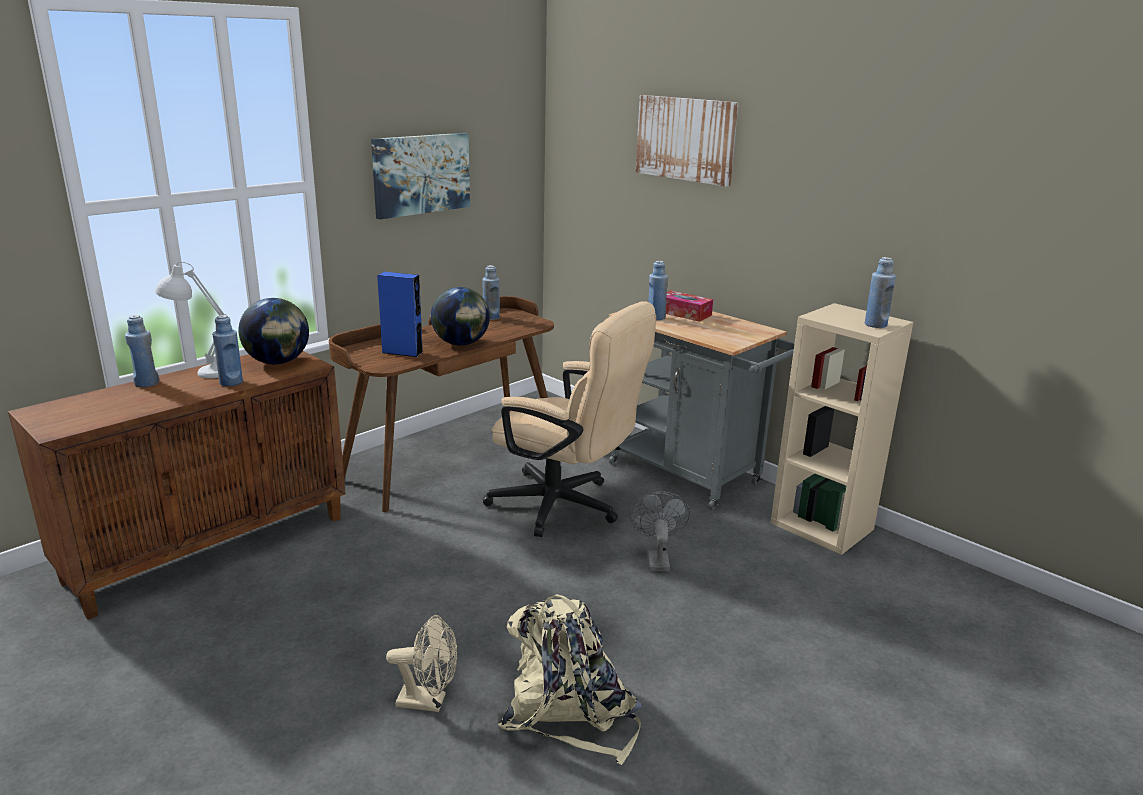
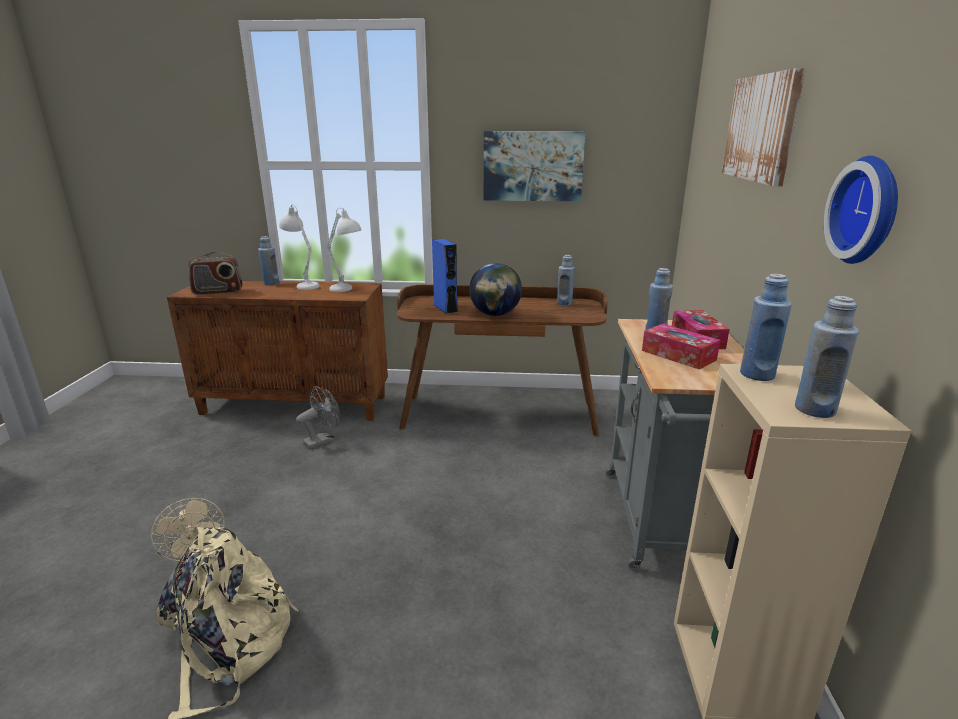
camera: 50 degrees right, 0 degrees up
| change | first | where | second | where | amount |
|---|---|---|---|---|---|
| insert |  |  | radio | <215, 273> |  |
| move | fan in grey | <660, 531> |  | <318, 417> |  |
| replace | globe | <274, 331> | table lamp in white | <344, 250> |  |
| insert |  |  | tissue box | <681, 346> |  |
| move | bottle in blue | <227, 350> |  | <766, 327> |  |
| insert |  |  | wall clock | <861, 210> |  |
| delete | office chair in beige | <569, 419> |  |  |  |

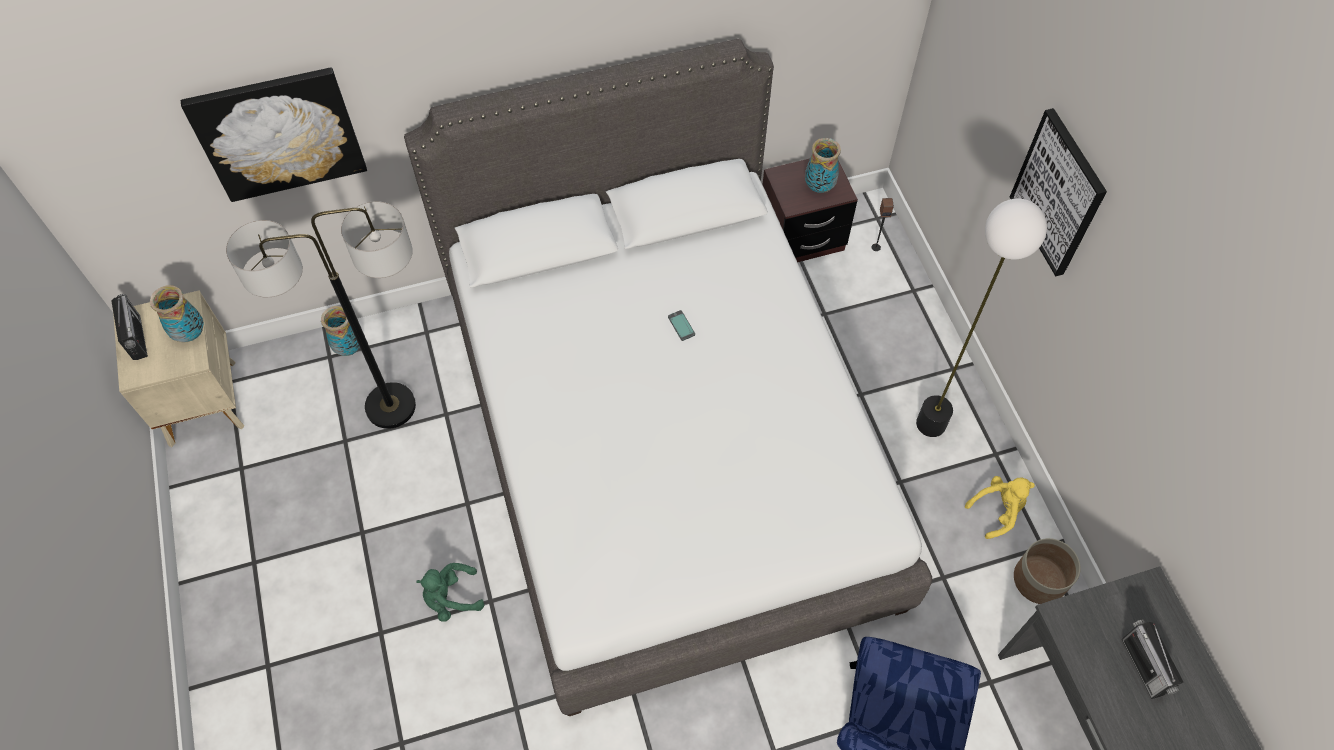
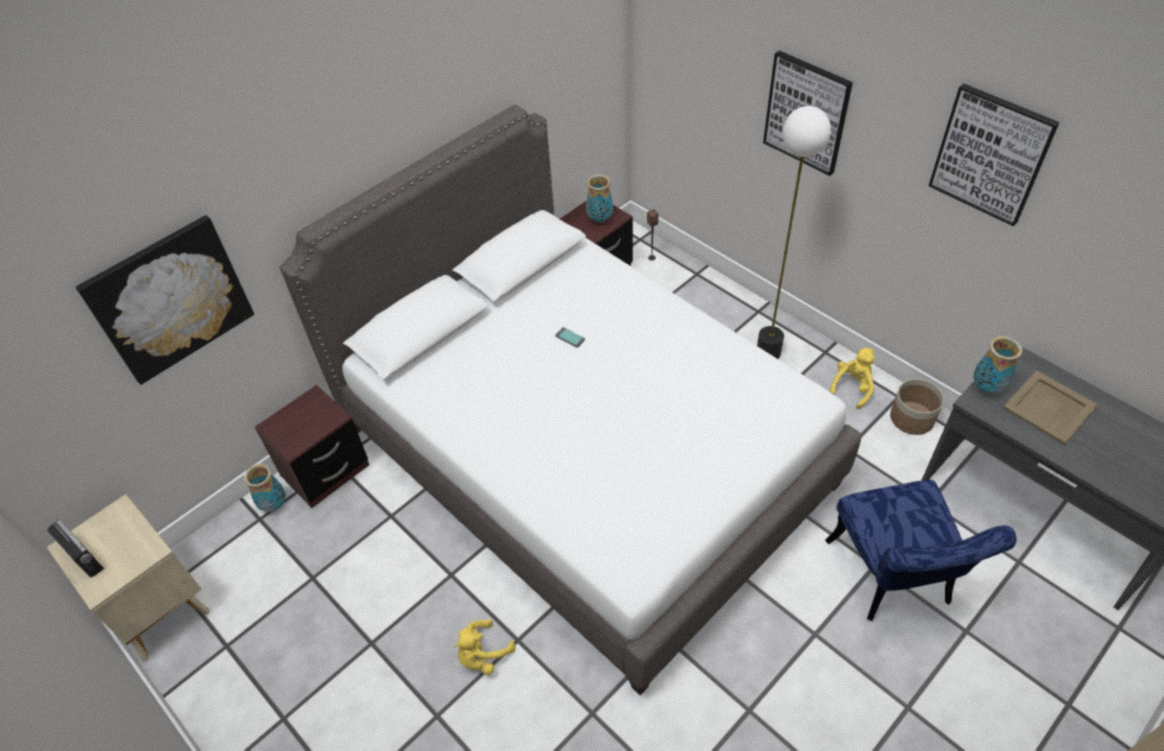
camera: 25 degrees left, 10 degrees down
| change | first | where | second | where | amount |
|---|---|---|---|---|---|
| insert |  |  | nightstand in brown | <312, 446> |  |
| recolor | plush toy in green | <450, 592> | plush toy in yellow | <485, 647> |  |
| insert |  |  | picture | <994, 155> |  |
| move | vase | <177, 314> |  | <998, 365> |  |
| replace | radio | <1152, 659> | tray in beige | <1050, 407> |  |
| delete | floor lamp | <321, 315> |  |  |  |

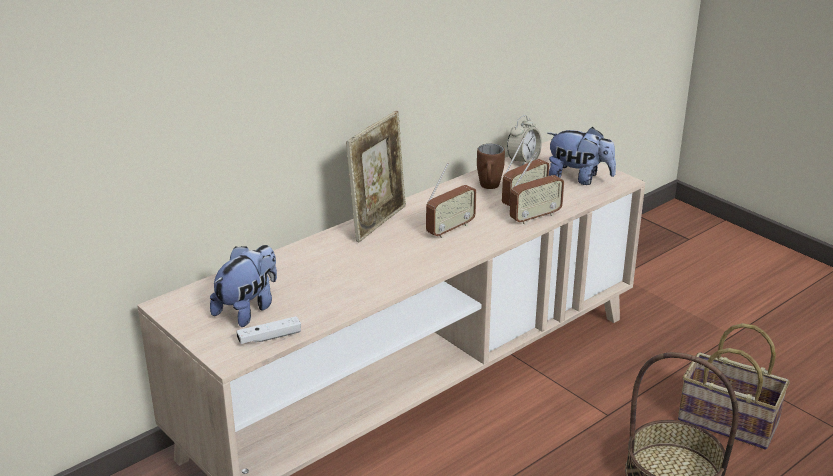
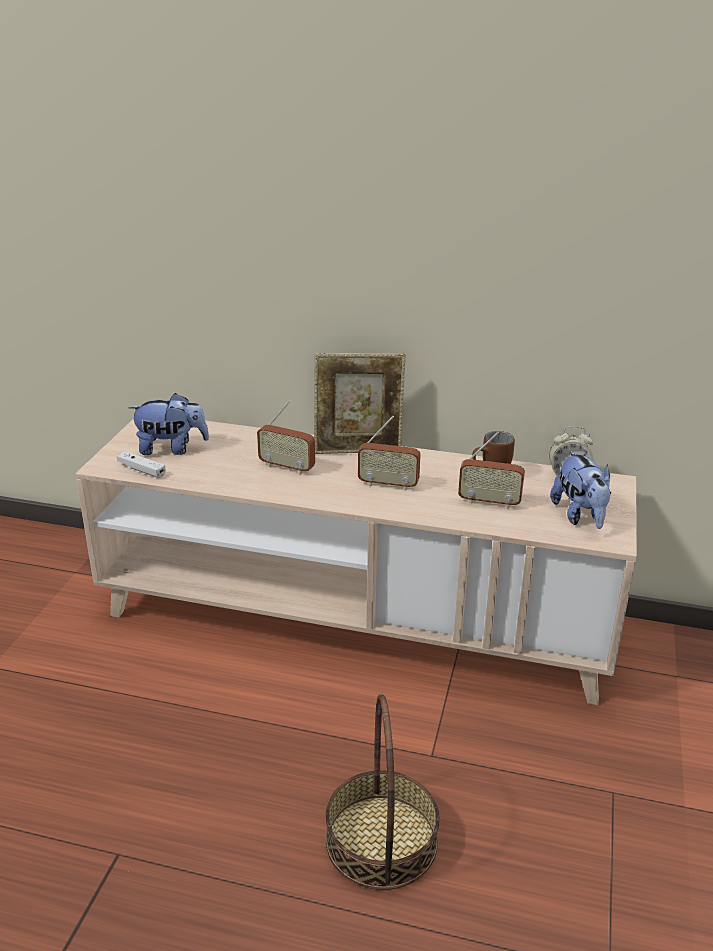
camera: 55 degrees right, 0 degrees up
| change | first | where | second | where | amount |
|---|---|---|---|---|---|
| move | radio | <537, 188> |  | <286, 437> |  |
| delete | basket | <734, 386> |  |  |  |

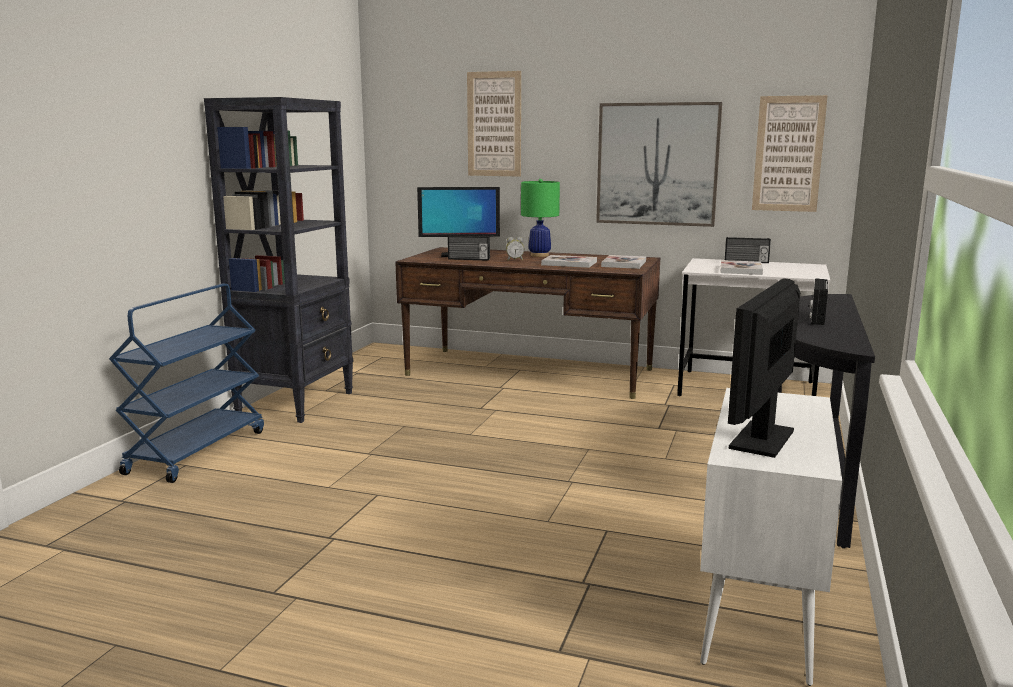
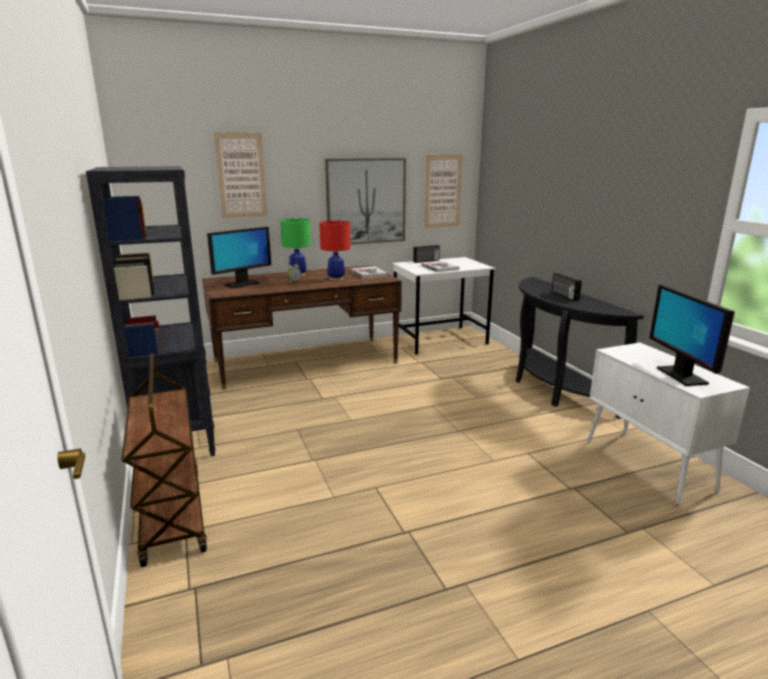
camera: 40 degrees left, 5 degrees up
| change | first | where | second | where | amount |
|---|---|---|---|---|---|
| recolor | cart in blue | <186, 383> | cart in brown | <164, 460> |  |
| replace | book | <569, 261> | table lamp in red | <335, 250> |  |
| delete | radio | <469, 248> |  |  |  |

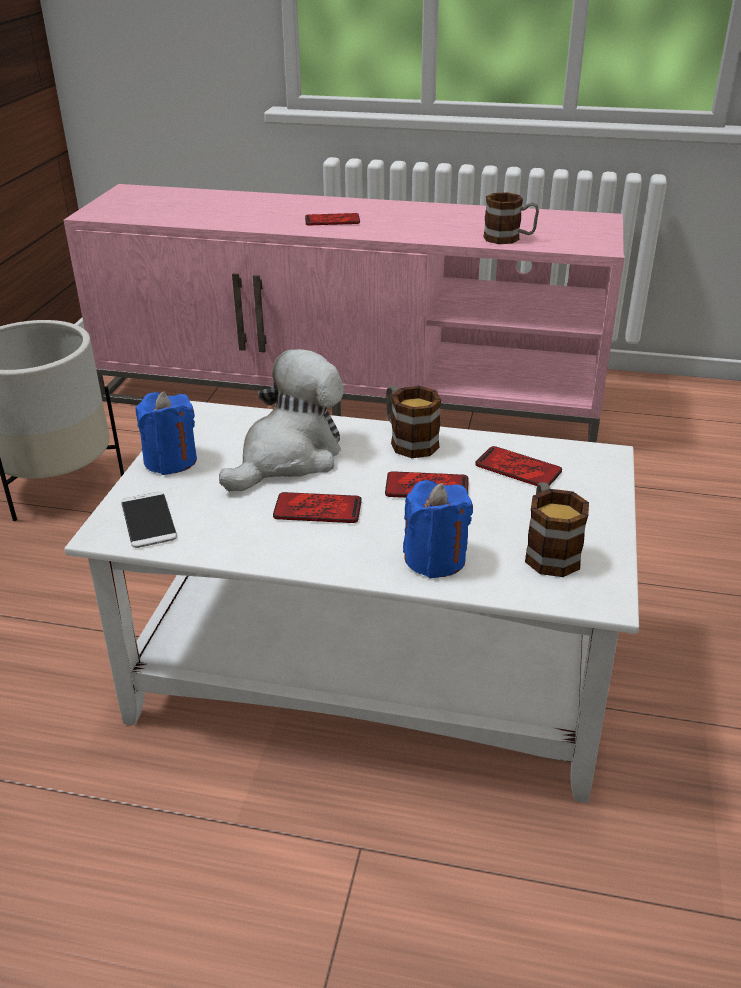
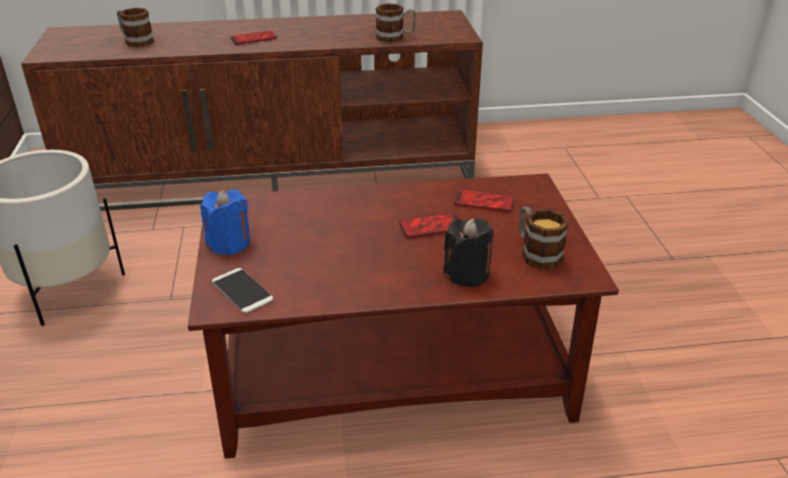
camera: 20 degrees left, 0 degrees up
| change | first | where | second | where | amount |
|---|---|---|---|---|---|
| recolor | tv stand in pink | <343, 313> | tv stand in brown | <252, 110> |  |
| move | mug | <413, 422> |  | <135, 28> |  |
| recolor | coffee table in white | <351, 602> | coffee table in brown | <403, 316> |  |
| recolor | candle in blue | <438, 529> | candle in black | <468, 253> |  |
| delete | plush toy | <281, 420> |  |  |  |
| delete | phone | <317, 507> |  |  |  |

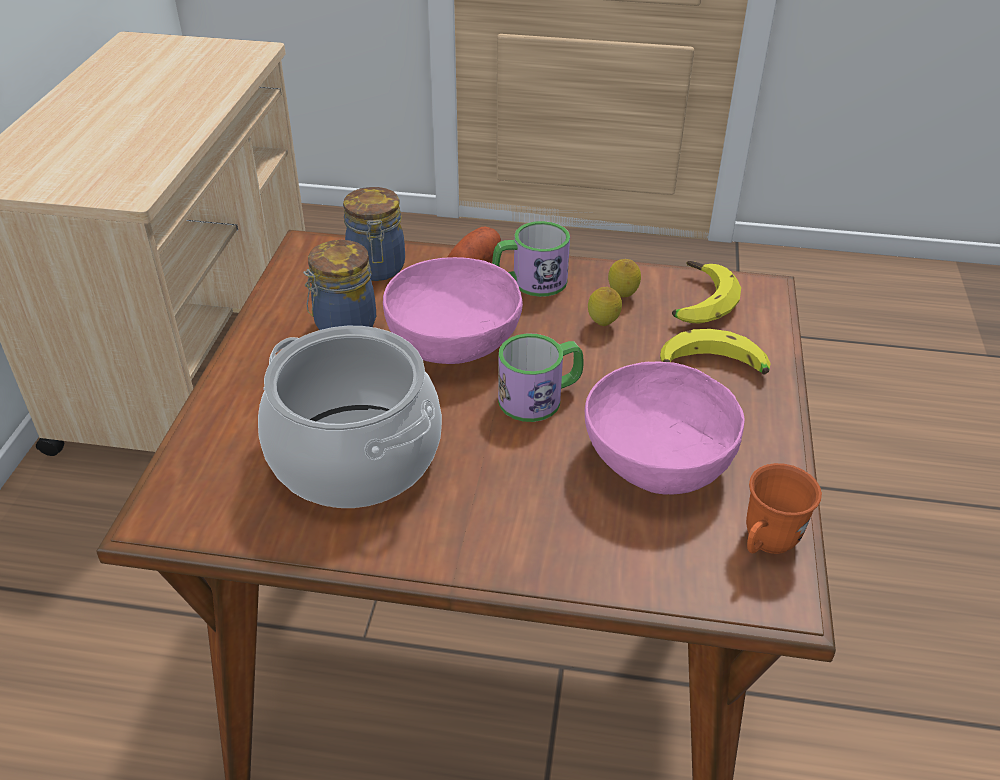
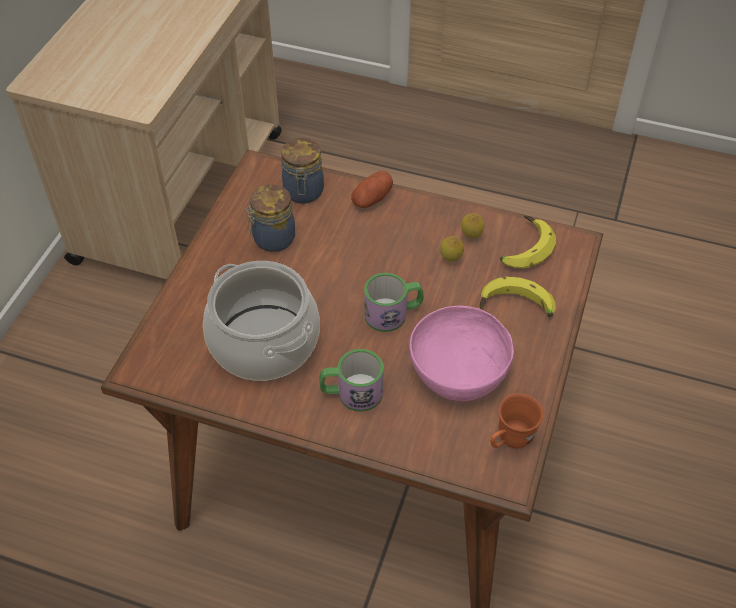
camera: 10 degrees right, 10 degrees up
| change | first | where | second | where | amount |
|---|---|---|---|---|---|
| move | mug | <531, 259> |  | <351, 380> |  |
| delete | bowl in pink | <453, 310> |  |  |  |

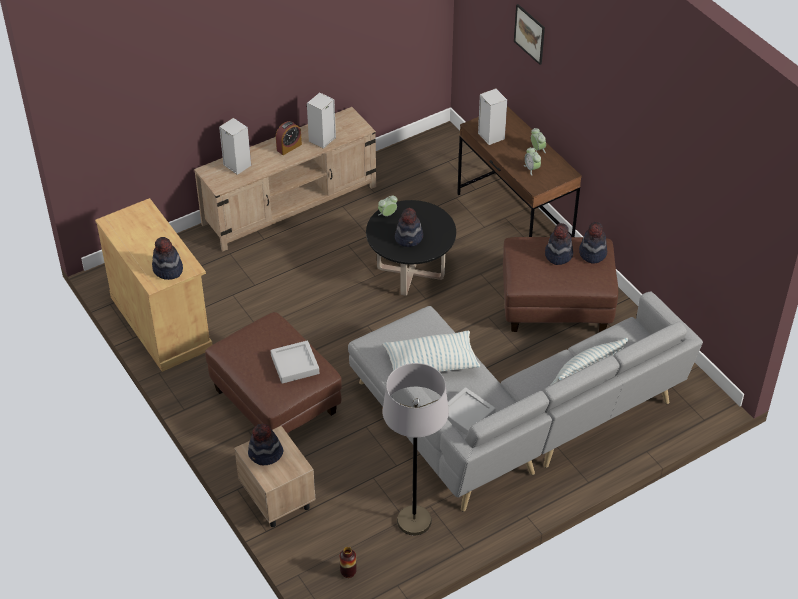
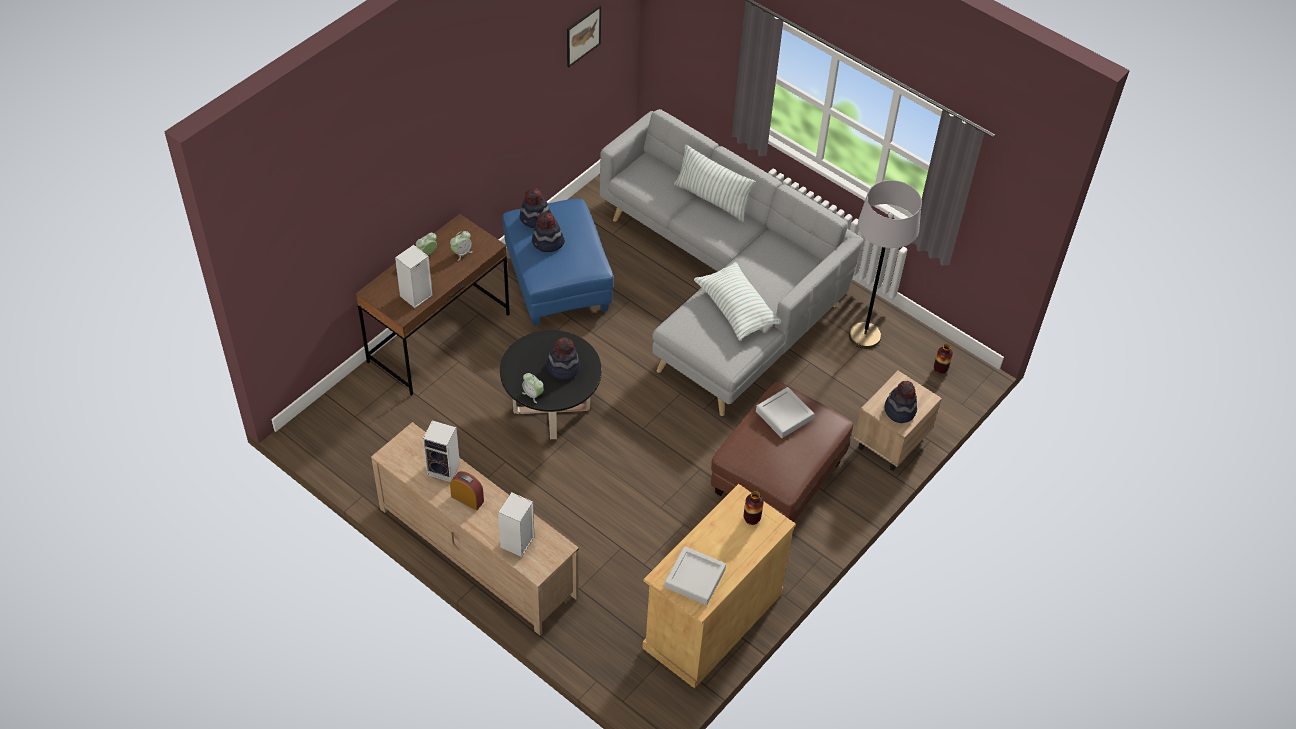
camera: 110 degrees left, 5 degrees up
| change | first | where | second | where | amount |
|---|---|---|---|---|---|
| recolor | ottoman in brown | <560, 284> | ottoman in blue | <558, 262> |  |
| move | picture | <529, 34> |  | <584, 36> |  |
| move | tray in grey | <472, 411> |  | <695, 575> |  |
| replace | hat | <167, 258> | vase | <754, 508> |  |

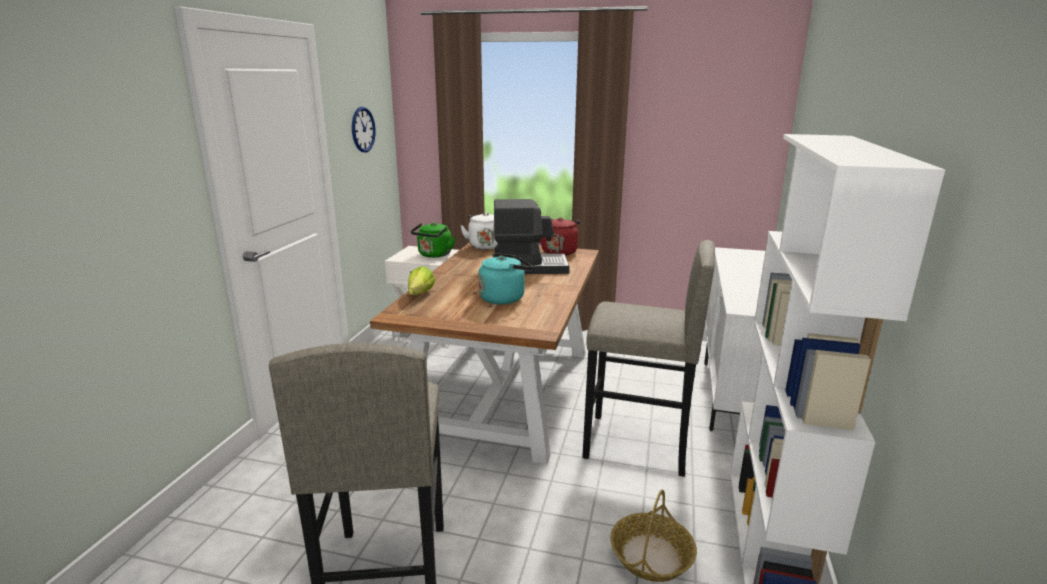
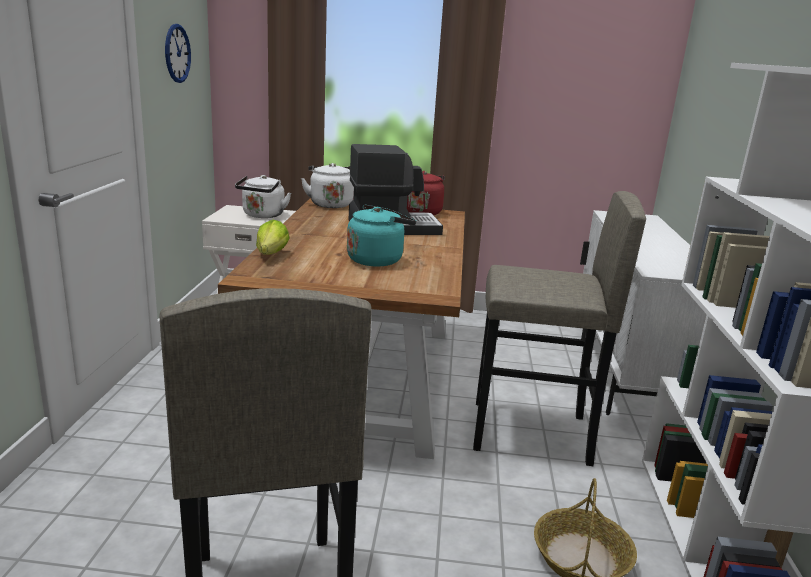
camera: 10 degrees left, 0 degrees up
| change | first | where | second | where | amount |
|---|---|---|---|---|---|
| recolor | kettle in green | <433, 240> | kettle in white | <263, 196> |  |

